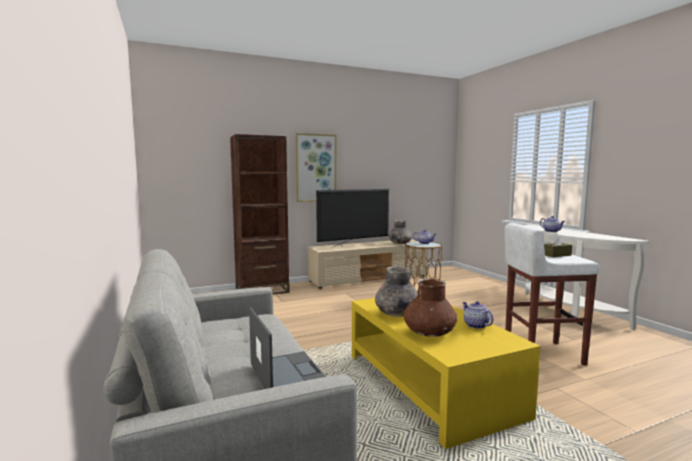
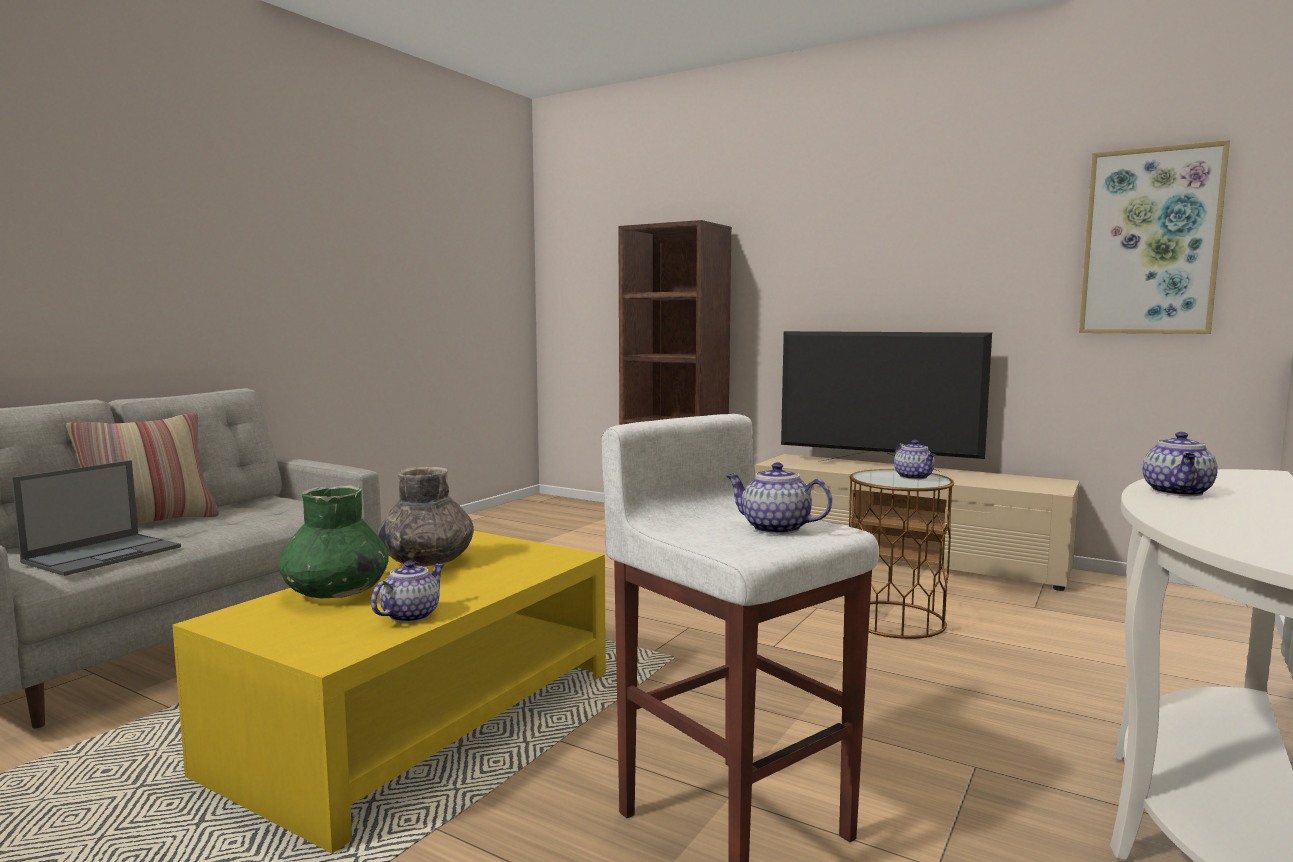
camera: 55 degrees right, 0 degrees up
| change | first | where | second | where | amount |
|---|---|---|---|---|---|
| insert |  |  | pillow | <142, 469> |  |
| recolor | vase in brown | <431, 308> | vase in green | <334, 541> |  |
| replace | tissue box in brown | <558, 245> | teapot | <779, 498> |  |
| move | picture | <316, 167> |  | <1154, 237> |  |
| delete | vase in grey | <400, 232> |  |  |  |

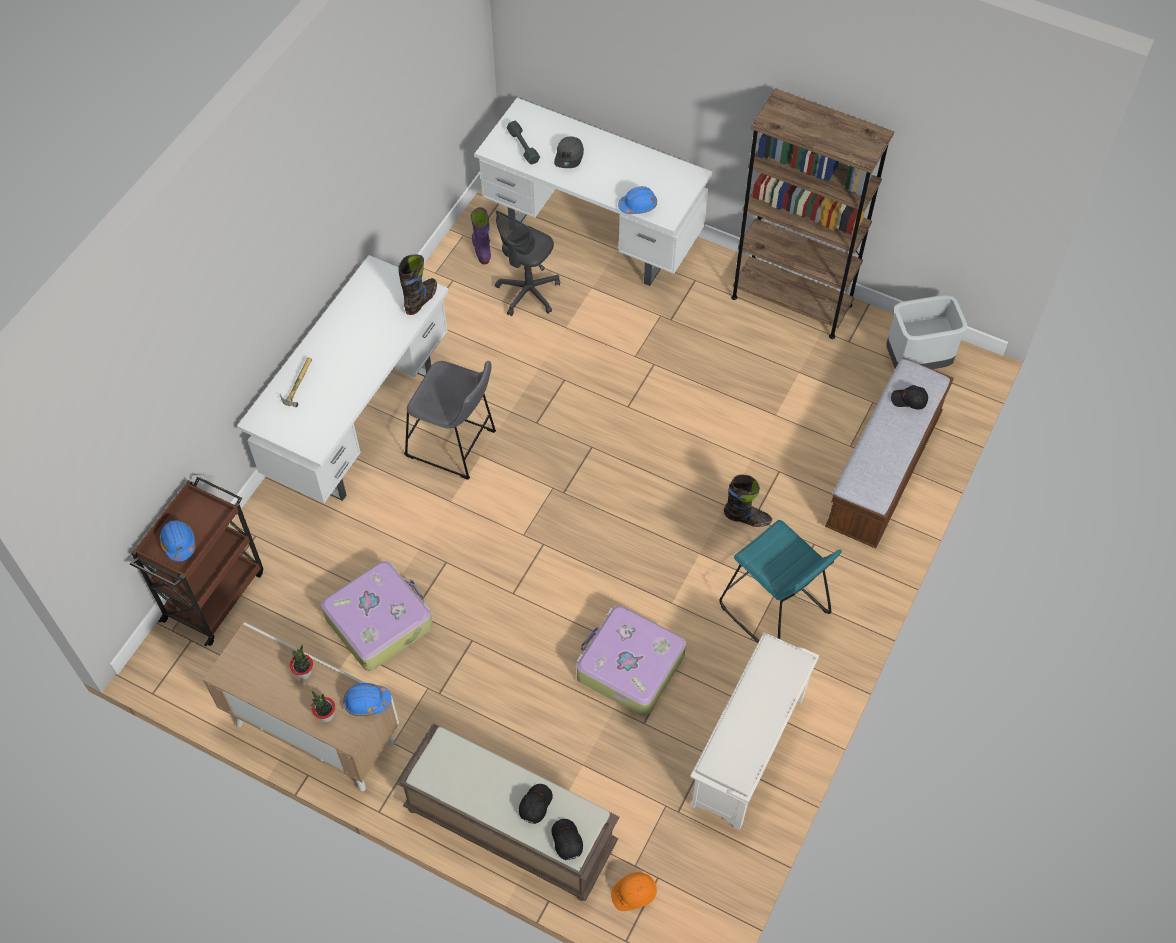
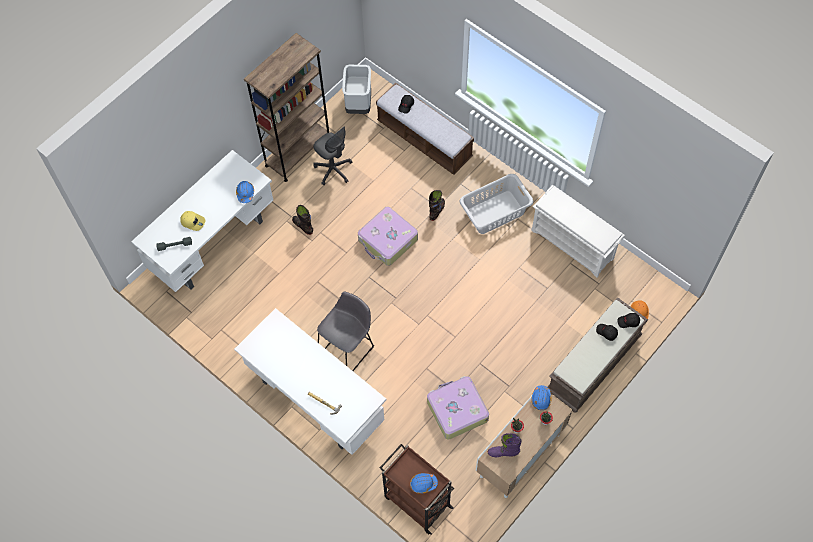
camera: 75 degrees left, 5 degrees up
| change | first | where | second | where | amount |
|---|---|---|---|---|---|
| recolor | cap in grey | <569, 152> | cap in yellow | <192, 221> |  |
| move | boot in black | <417, 284> |  | <302, 220> |  |
| move | office chair in grey | <527, 263> |  | <332, 155> |  |
| move | suitcase | <631, 660> |  | <388, 236> |  |
| replace | stool in turquoise | <780, 581> | laundry basket in grey | <496, 204> |  |
| move | boot in purple | <481, 235> |  | <504, 445> |  |

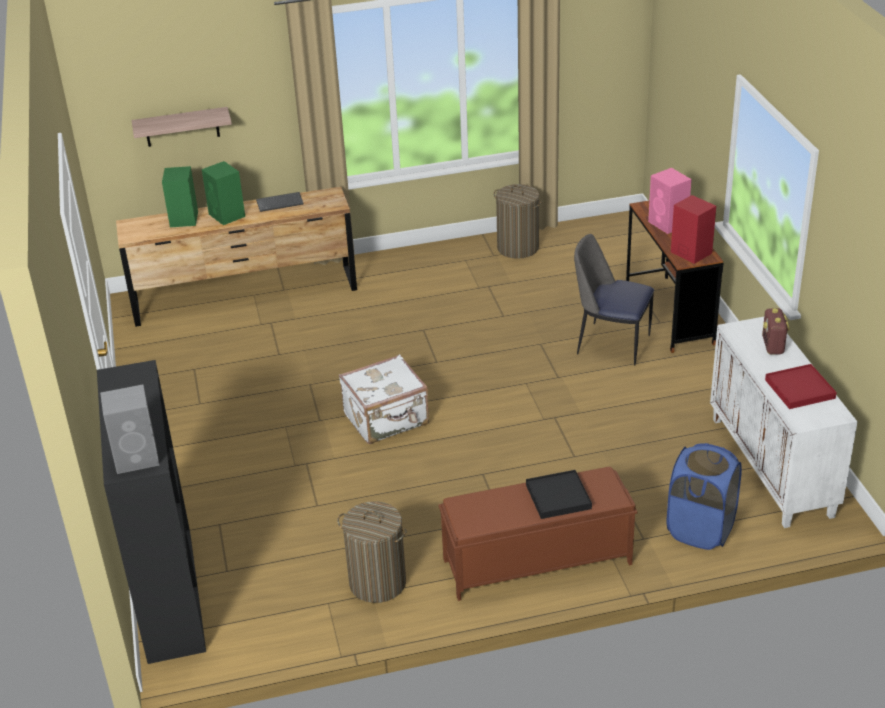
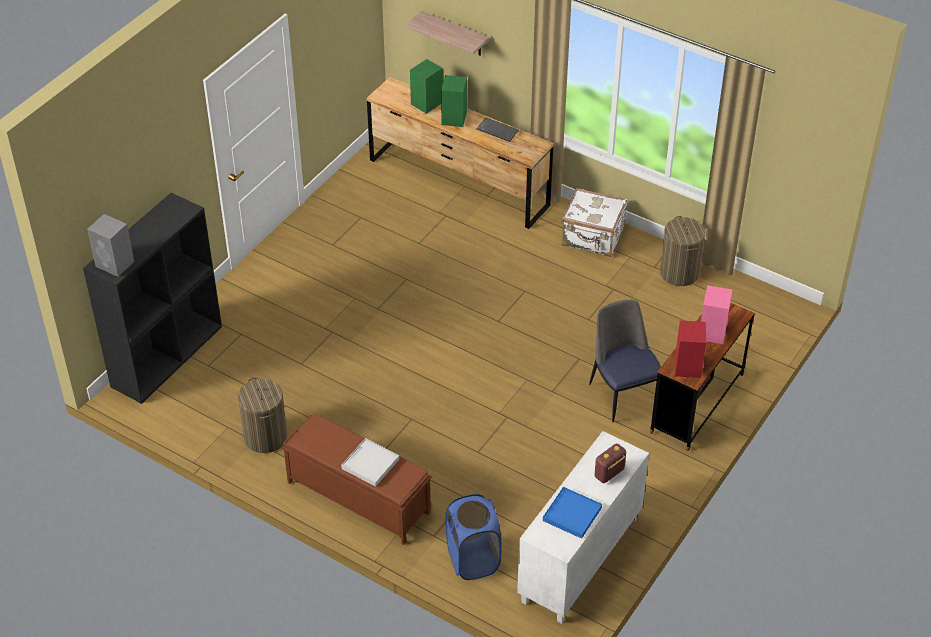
camera: 45 degrees right, 10 degrees up
| change | first | where | second | where | amount |
|---|---|---|---|---|---|
| recolor | tray in black | <559, 494> | tray in white | <370, 462> |  |
| recolor | tray in red | <801, 386> | tray in blue | <572, 513> |  |
| move | suitcase in white | <384, 399> |  | <594, 222> |  |

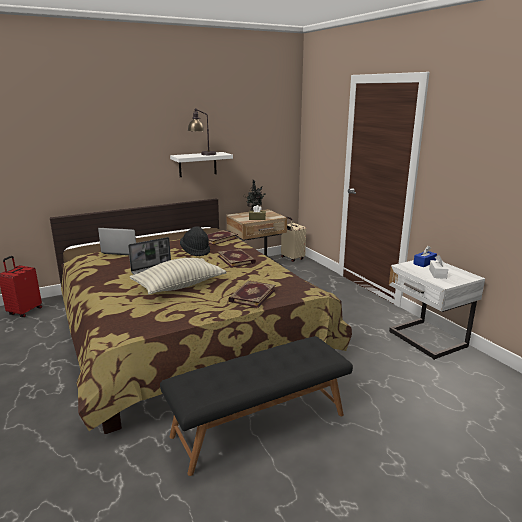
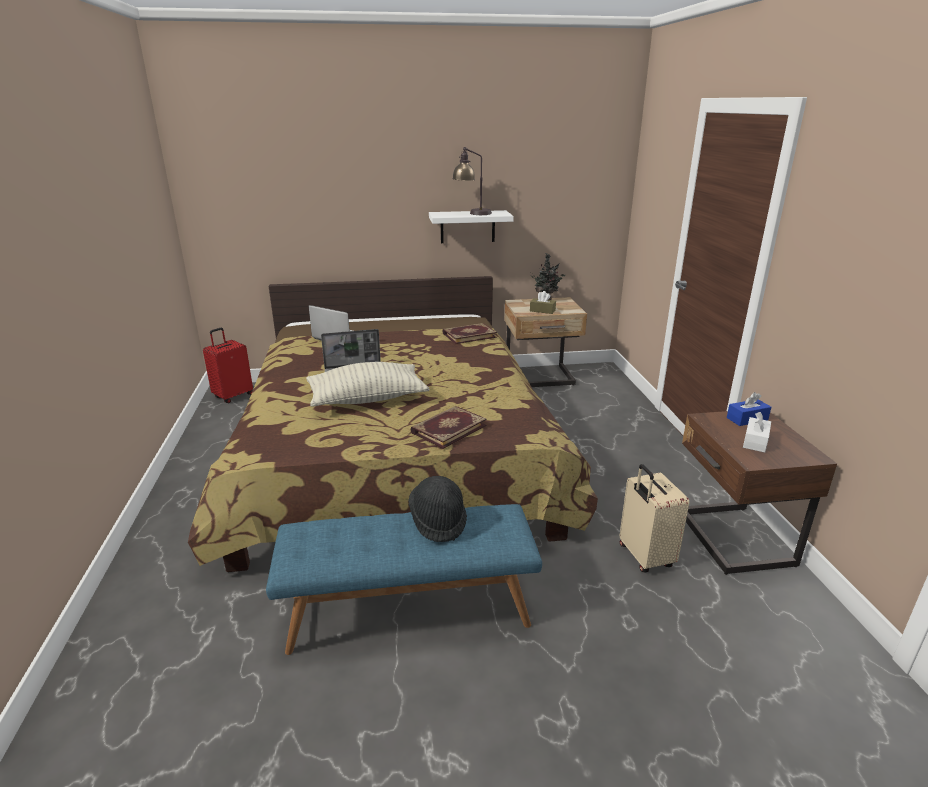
camera: 20 degrees right, 5 degrees up
| change | first | where | second | where | amount |
|---|---|---|---|---|---|
| recolor | bench in black | <256, 406> | bench in blue | <404, 579> |  |
| move | hat in black | <195, 241> |  | <437, 509> |  |
| move | suitcase in beige | <293, 239> |  | <654, 518> |  |
| recolor | nightstand in white | <437, 310> | nightstand in brown | <759, 493> |  |
| delete | book | <236, 258> |  |  |  |

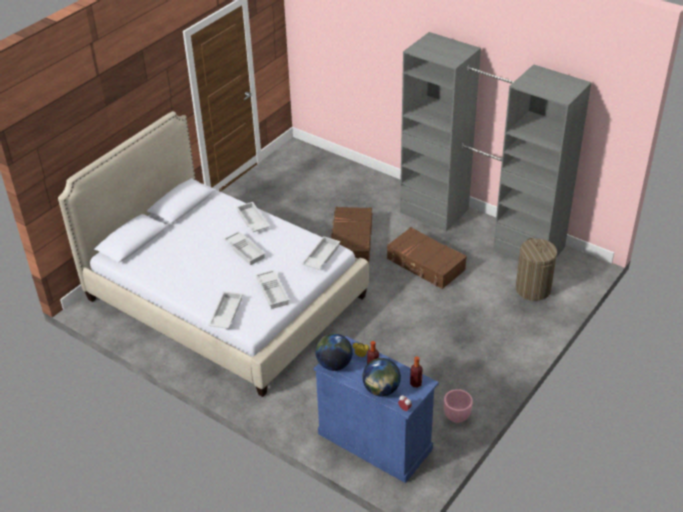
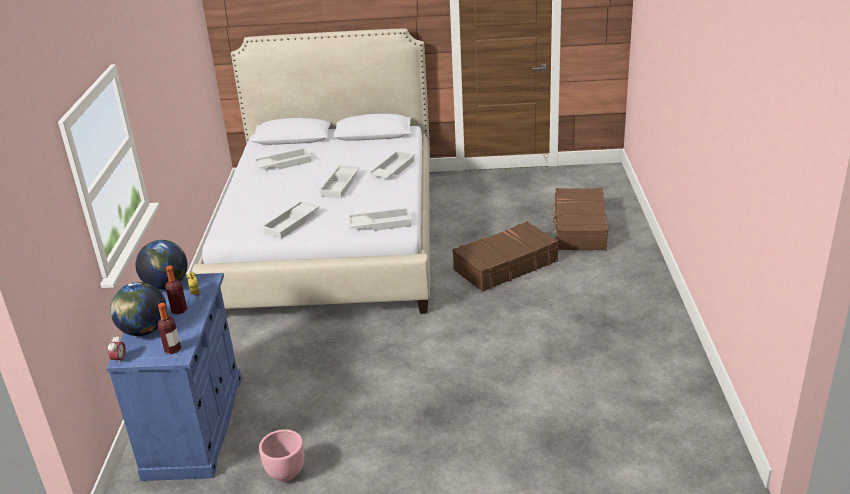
camera: 55 degrees right, 10 degrees down
| change | first | where | second | where | amount |
|---|---|---|---|---|---|
| move | tray in white | <225, 310> |  | <283, 158> |  |
| move | suitcase in brown | <427, 258> |  | <579, 219> |  |
| delete | wardrobe in grey | <496, 147> |  |  |  |
| delete | laundry basket | <536, 269> |  |  |  |

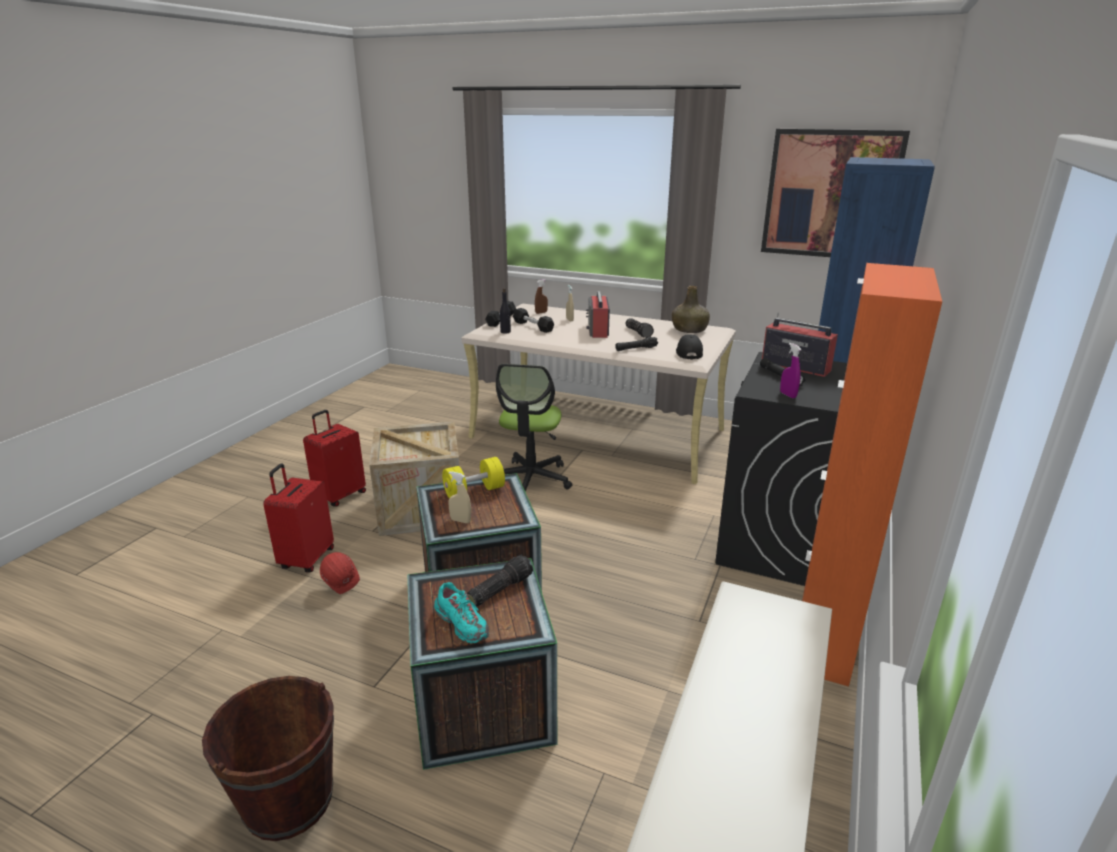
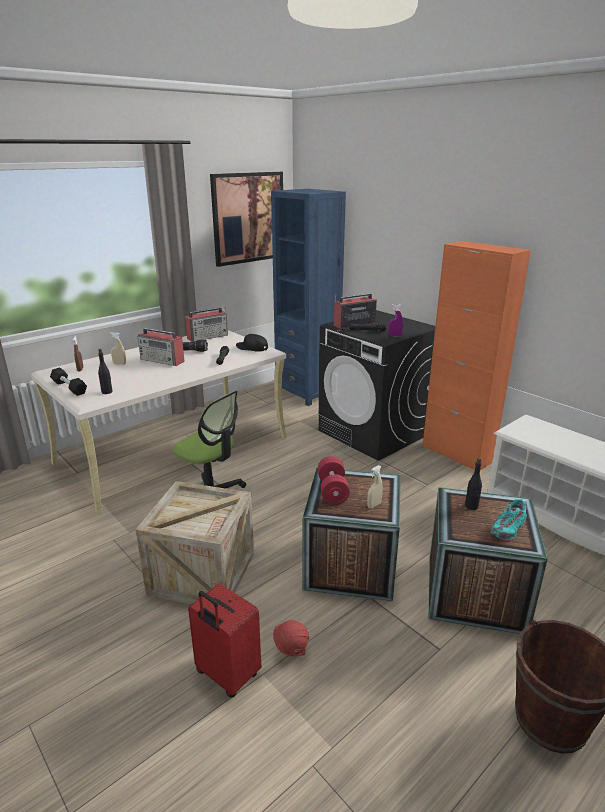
camera: 65 degrees left, 0 degrees up
| change | first | where | second | where | amount |
|---|---|---|---|---|---|
| replace | bottle in green | <691, 309> | radio | <206, 324> |  |
| recolor | dumbbell in yellow | <473, 477> | dumbbell in red | <334, 480> |  |
| replace | flashlight | <500, 581> | bottle in black | <473, 484> |  |
| rotate | shoe in turquoise | <461, 613> |  | <509, 519> | 150 degrees clockwise |
| delete | suitcase in red | <334, 458> |  |  |  |
| delete | dumbbell in black | <533, 320> |  |  |  |

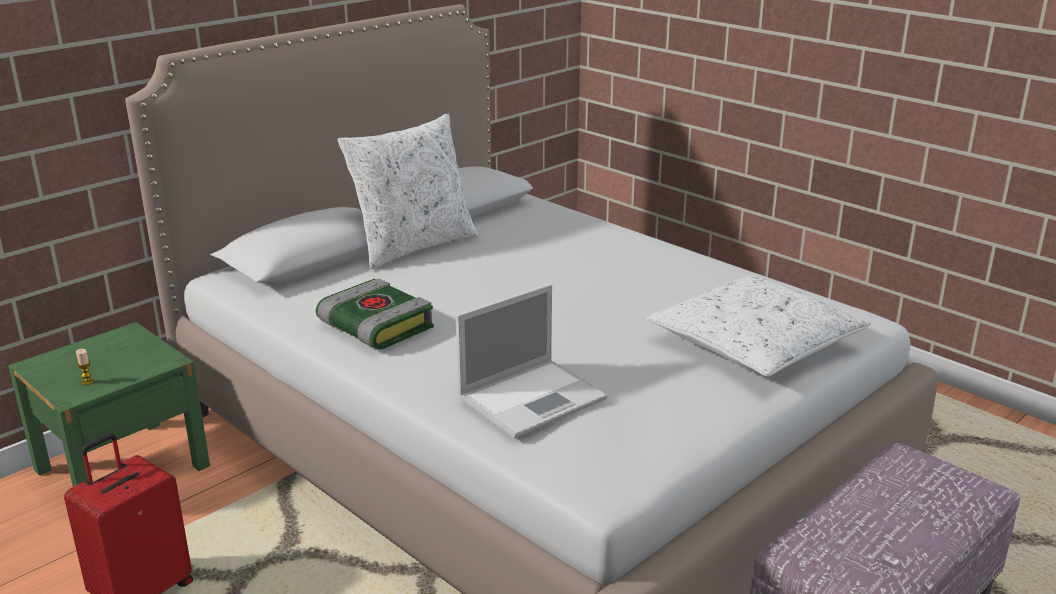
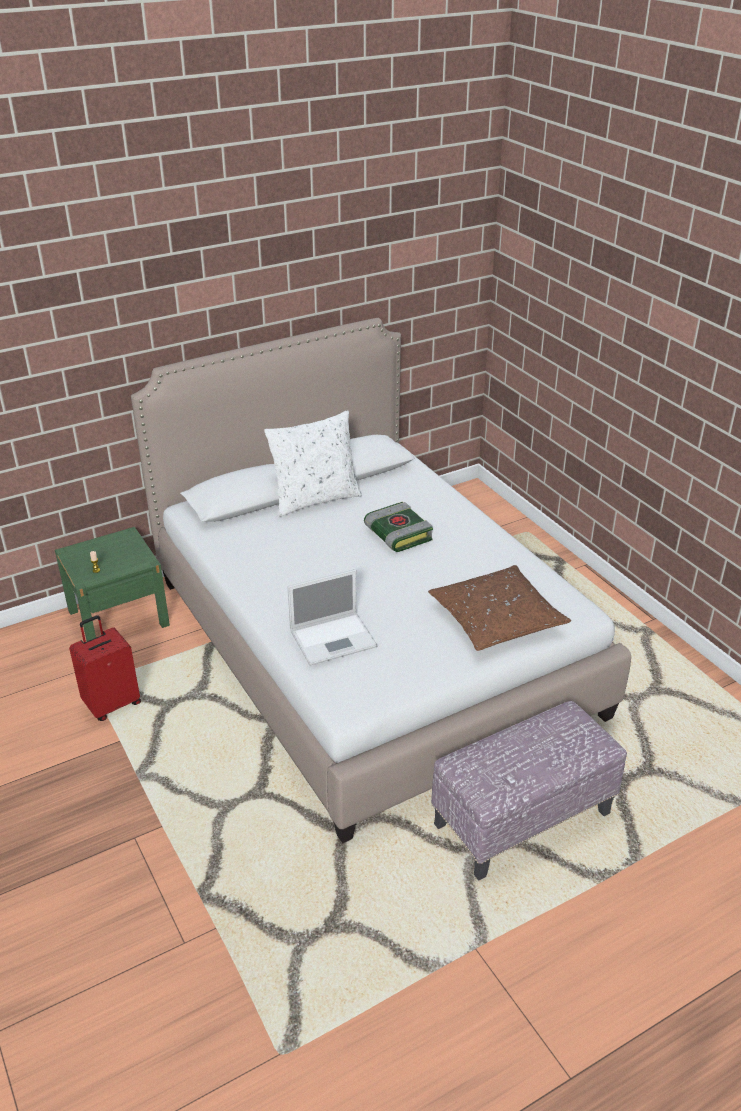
camera: 15 degrees right, 10 degrees up
| change | first | where | second | where | amount |
|---|---|---|---|---|---|
| move | book | <375, 314> |  | <398, 527> |  |
| recolor | pillow in white | <759, 326> | pillow in brown | <499, 608> |  |

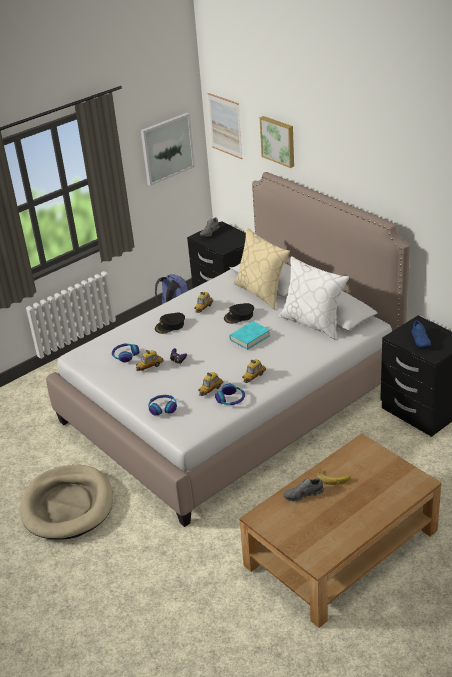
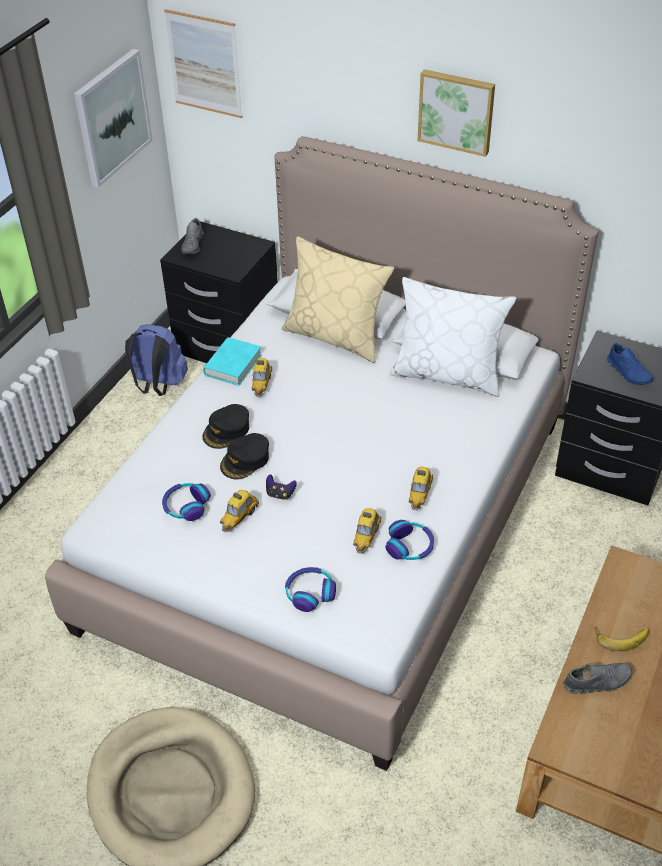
camera: 25 degrees left, 10 degrees up
| change | first | where | second | where | amount |
|---|---|---|---|---|---|
| move | book in turquoise | <249, 335> |  | <232, 361> |  |
| move | cap in black | <239, 313> |  | <244, 456> |  |
| move | picture | <277, 142> |  | <456, 113> |  |
| rotate | shoe in grey | <303, 489> |  | <597, 678> | 150 degrees counterclockwise |

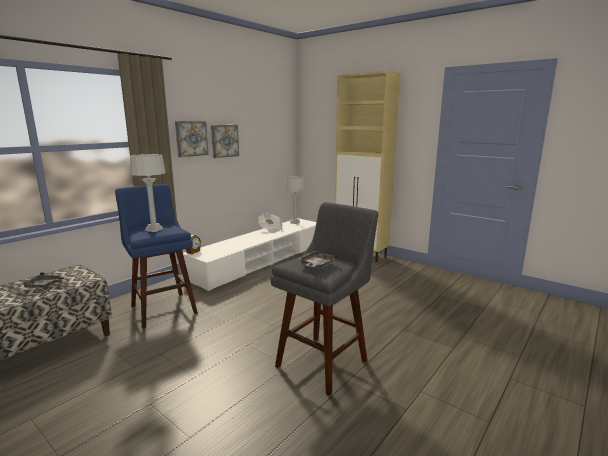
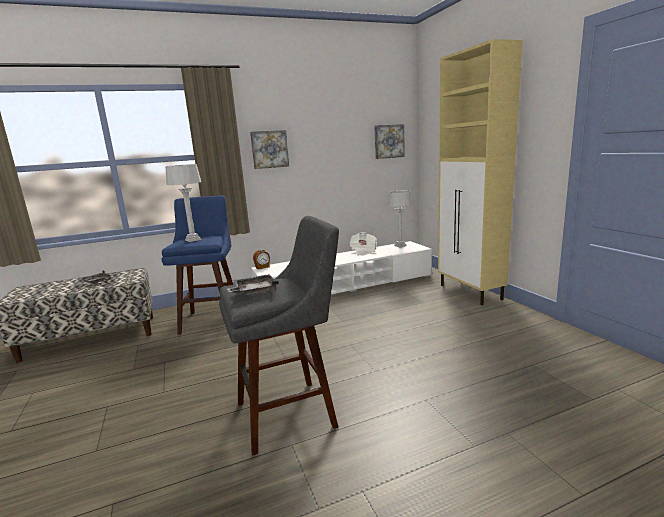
camera: 30 degrees right, 0 degrees up
| change | first | where | second | where | amount |
|---|---|---|---|---|---|
| move | picture | <225, 141> |  | <389, 141> |  |

